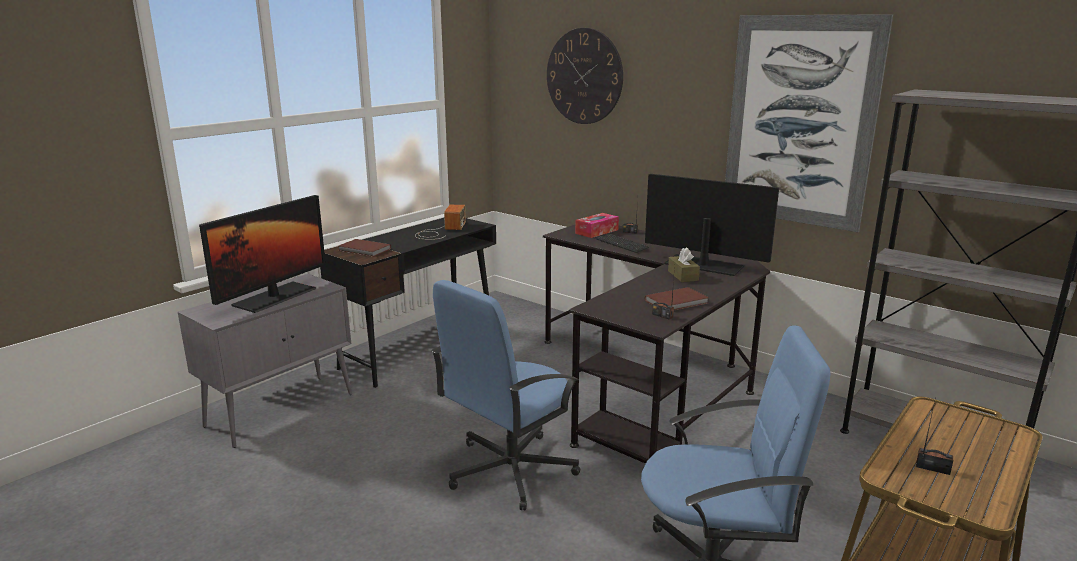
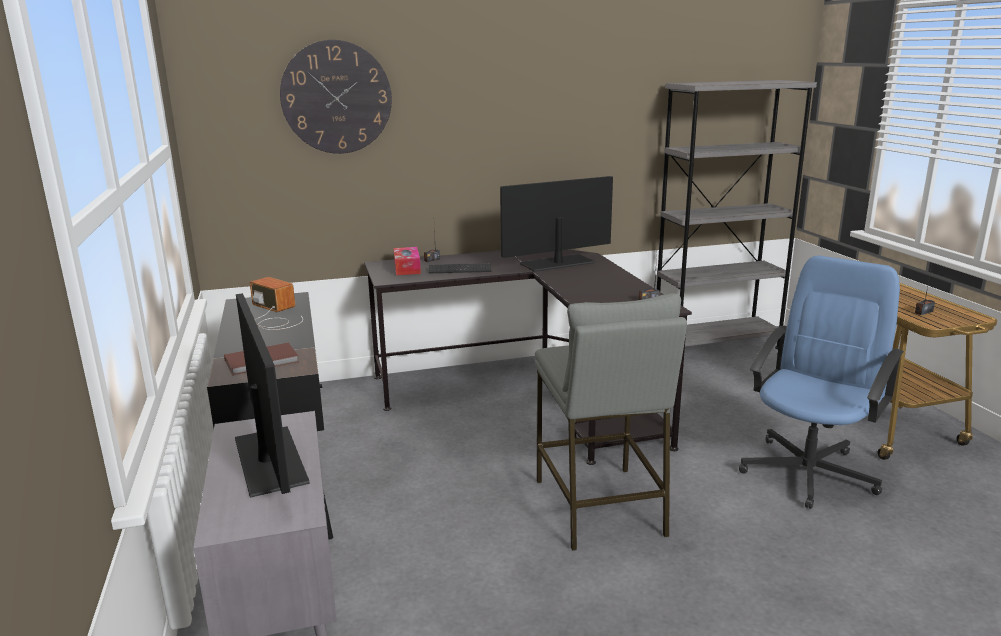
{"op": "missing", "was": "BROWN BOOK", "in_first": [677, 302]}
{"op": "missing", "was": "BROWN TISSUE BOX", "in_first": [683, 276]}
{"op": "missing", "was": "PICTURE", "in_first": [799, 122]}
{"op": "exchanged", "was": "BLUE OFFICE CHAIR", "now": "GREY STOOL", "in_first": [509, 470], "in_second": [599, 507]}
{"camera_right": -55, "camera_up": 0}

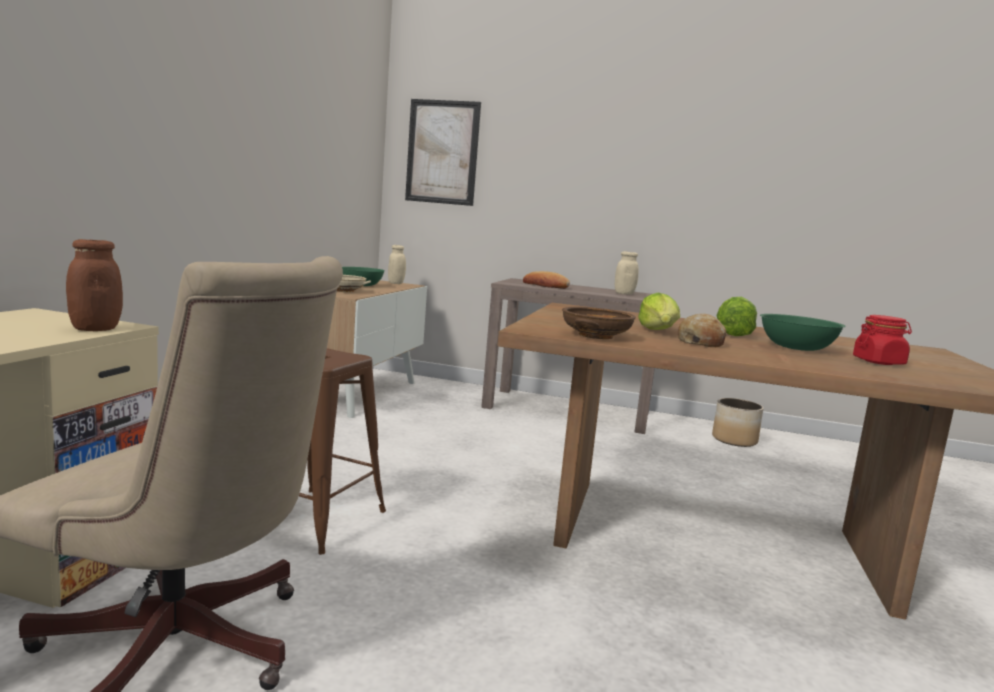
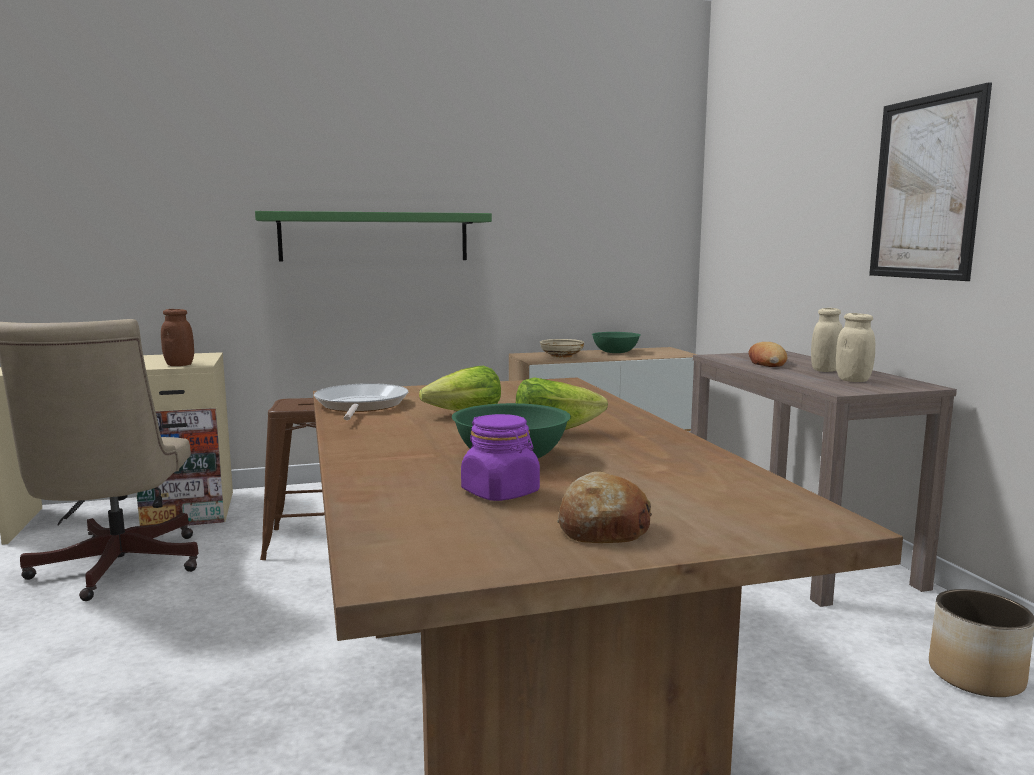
{"op": "appeared", "now": "GREEN SHELF", "in_second": [374, 237]}
{"op": "relocated", "was": "BEIGE JAR", "in_first": [396, 283], "in_second": [825, 370]}
{"op": "relocated", "was": "PICTURE", "in_first": [442, 152], "in_second": [926, 188]}
{"op": "relocated", "was": "BREAD", "in_first": [701, 342], "in_second": [602, 528]}
{"op": "exchanged", "was": "BROWN BOWL", "now": "FRYING PAN", "in_first": [596, 336], "in_second": [360, 406]}
{"op": "colour", "was": "RED JAR", "now": "PURPLE JAR", "in_first": [879, 362], "in_second": [501, 493]}
{"camera_right": 60, "camera_up": 0}

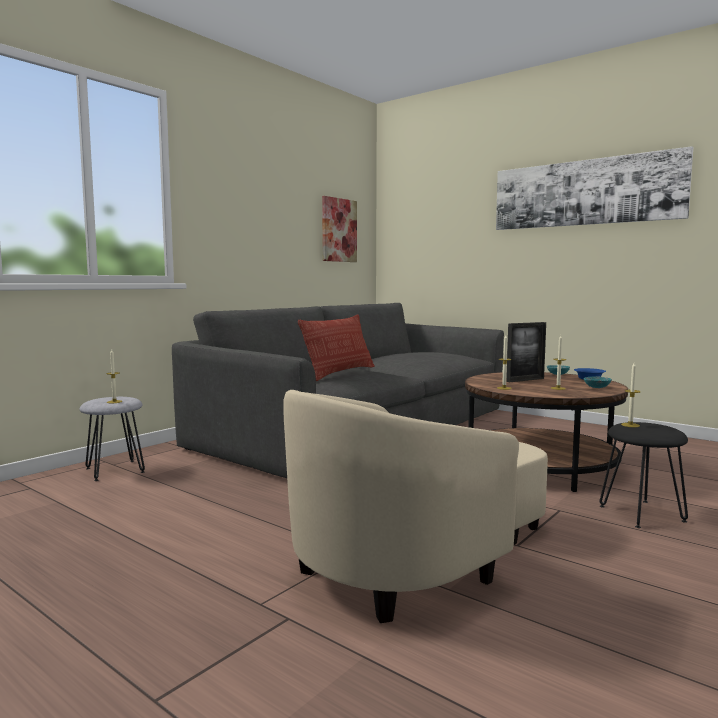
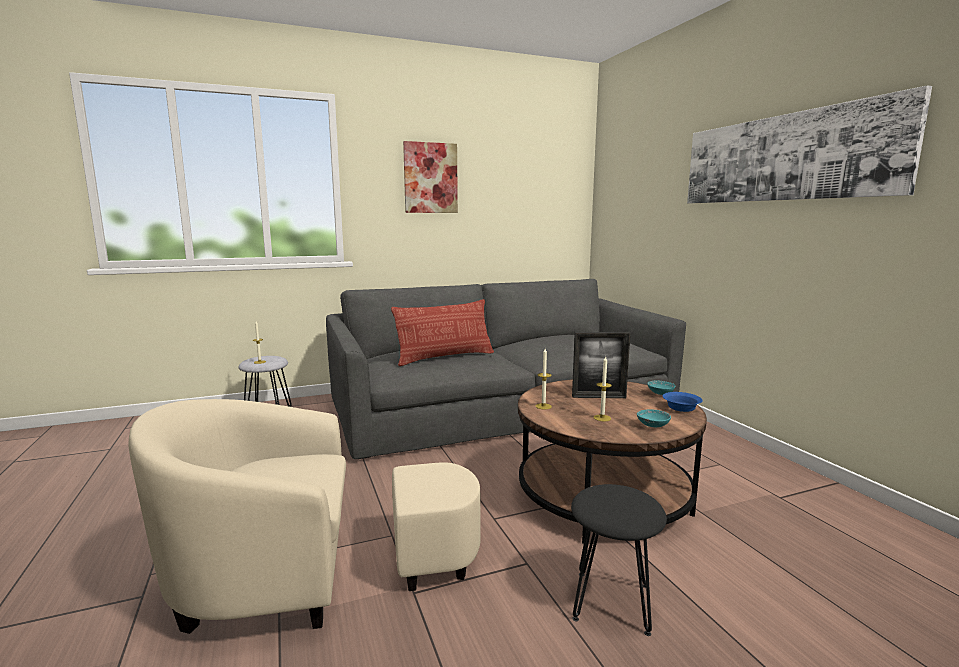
{"op": "missing", "was": "CANDLE", "in_first": [630, 425]}
{"op": "relocated", "was": "PICTURE", "in_first": [338, 230], "in_second": [430, 178]}
{"camera_right": 30, "camera_up": 5}

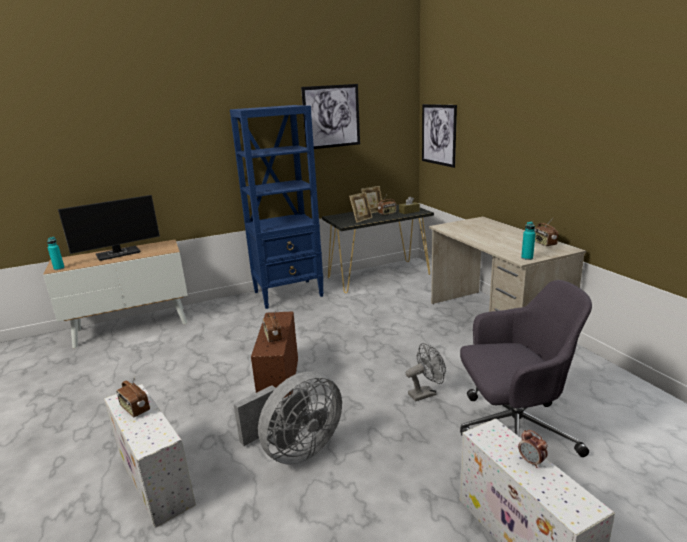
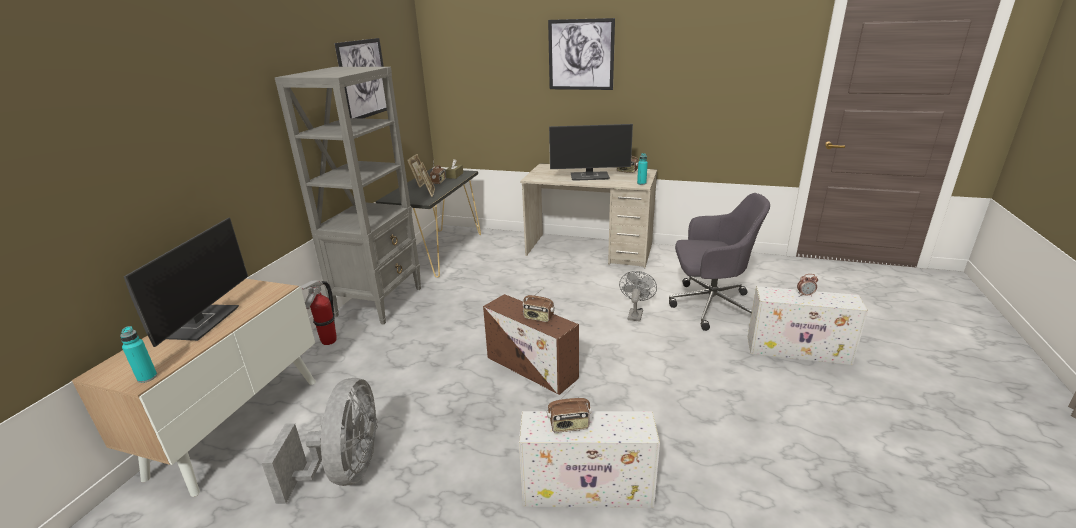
{"op": "appeared", "now": "FIRE EXTINGUISHER", "in_second": [328, 341]}
{"op": "appeared", "now": "MONITOR", "in_second": [590, 176]}
{"op": "relocated", "was": "GREY FAN", "in_first": [295, 450], "in_second": [345, 470]}
{"op": "relocated", "was": "PICTURE", "in_first": [438, 134], "in_second": [581, 55]}
{"op": "colour", "was": "BLUE BOOKCASE", "now": "GREY BOOKCASE", "in_first": [289, 294], "in_second": [380, 301]}
{"op": "spun", "was": "GREY OFFICE CHAIR", "in_first": [513, 430], "in_second": [709, 306], "clockwise": 60}
{"camera_right": -50, "camera_up": 5}

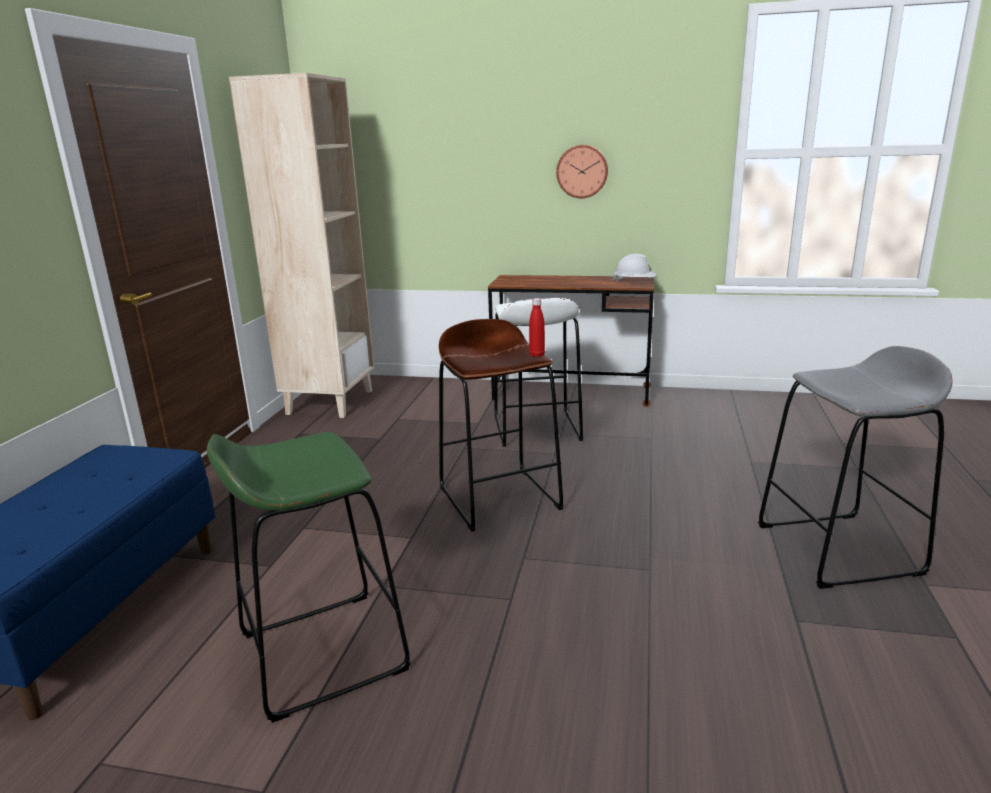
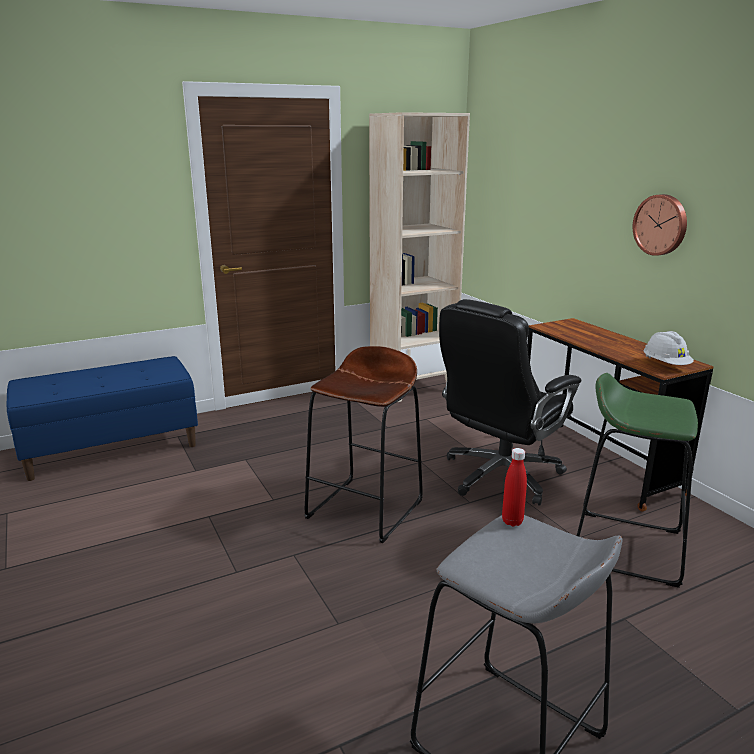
{"op": "relocated", "was": "GREEN STOOL", "in_first": [322, 652], "in_second": [627, 546]}
{"op": "relocated", "was": "RED BOTTLE", "in_first": [537, 355], "in_second": [512, 521]}
{"op": "exchanged", "was": "WHITE STOOL", "now": "BLACK OFFICE CHAIR", "in_first": [536, 428], "in_second": [500, 476]}
{"camera_right": 50, "camera_up": 0}

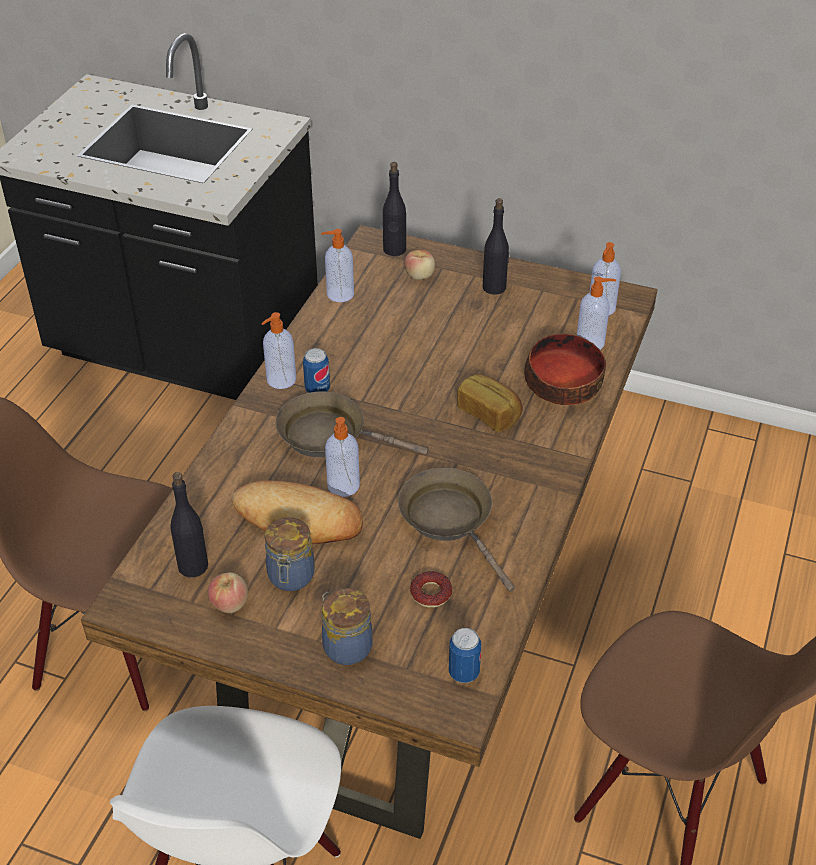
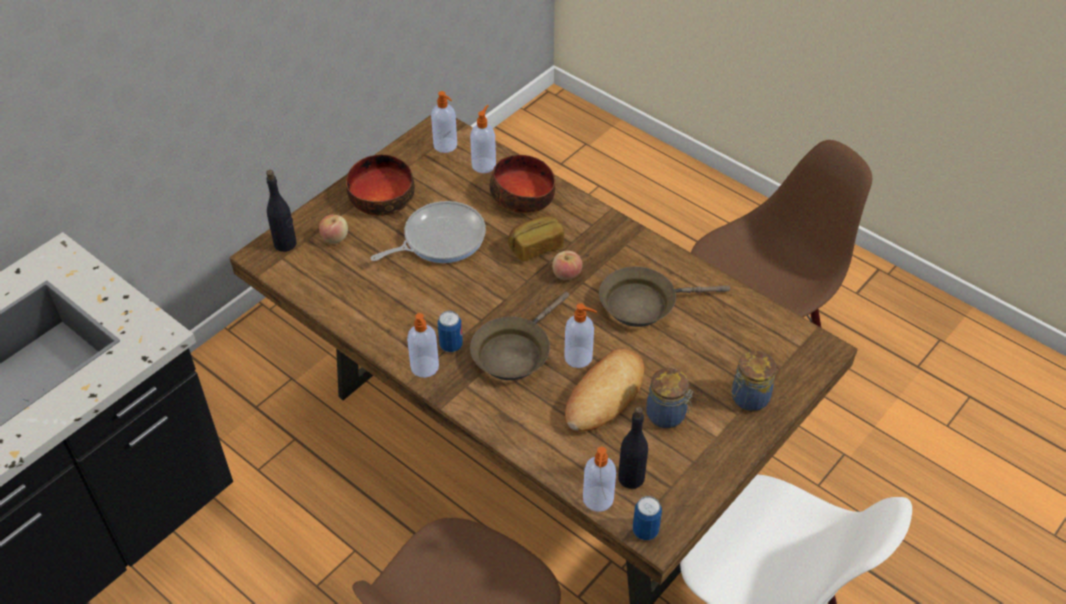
{"op": "missing", "was": "DONUT", "in_first": [431, 593]}
{"op": "appeared", "now": "FRYING PAN", "in_second": [440, 239]}
{"op": "relocated", "was": "APPLE", "in_first": [229, 604], "in_second": [566, 274]}
{"op": "relocated", "was": "SOAP DISPENSER", "in_first": [339, 294], "in_second": [598, 500]}
{"op": "relocated", "was": "CAN", "in_first": [464, 672], "in_second": [645, 530]}
{"op": "exchanged", "was": "BLACK BOTTLE", "now": "BOWL", "in_first": [494, 287], "in_second": [381, 197]}
{"camera_right": -70, "camera_up": 5}

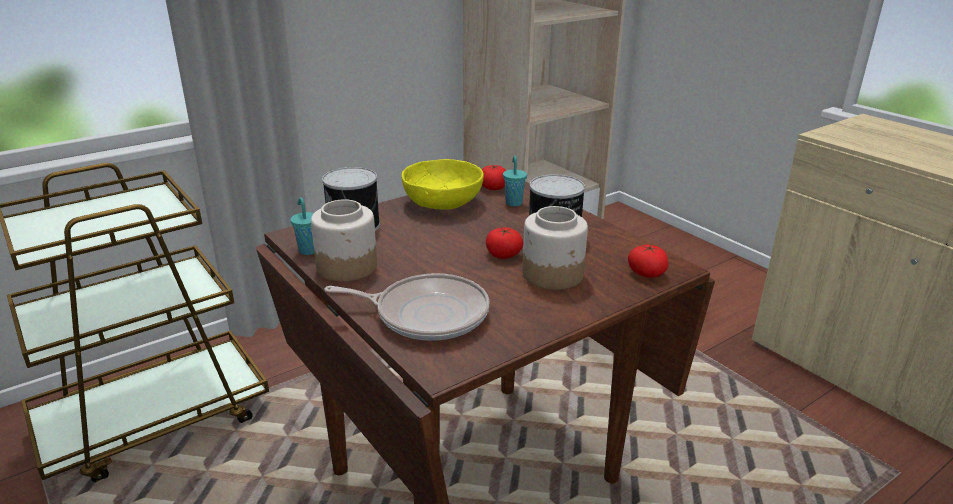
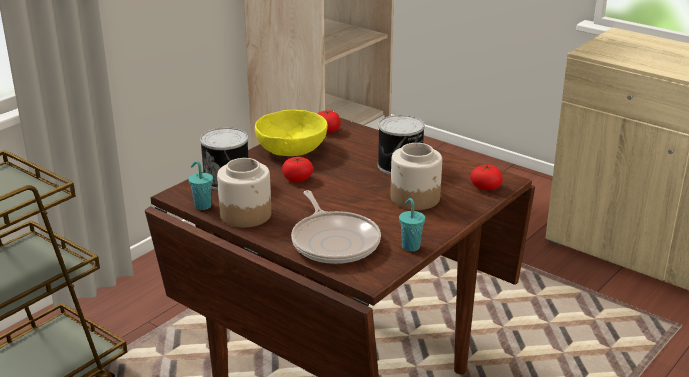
{"op": "relocated", "was": "TOMATO", "in_first": [503, 254], "in_second": [297, 179]}
{"op": "relocated", "was": "TURQUOISE CUP", "in_first": [513, 202], "in_second": [410, 246]}
{"op": "spun", "was": "FRYING PAN", "in_first": [426, 314], "in_second": [334, 242], "clockwise": 75}
{"camera_right": -15, "camera_up": 0}

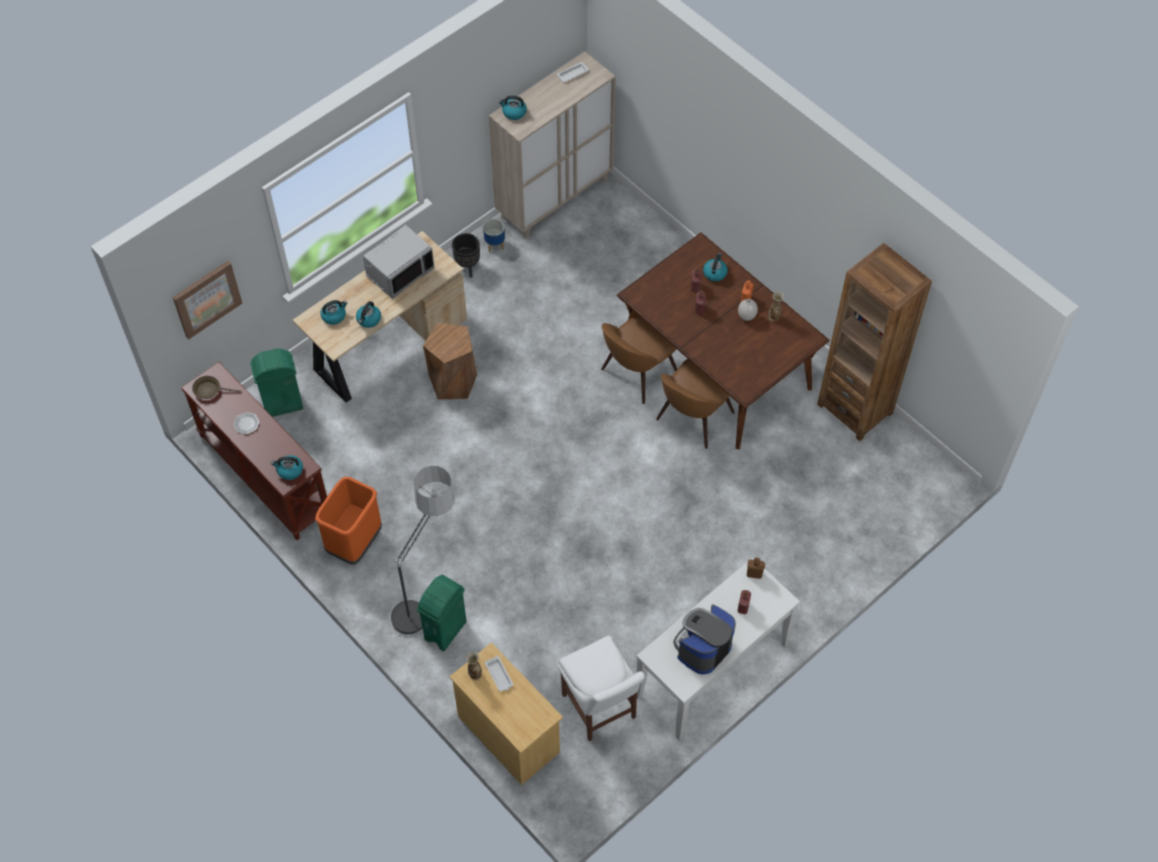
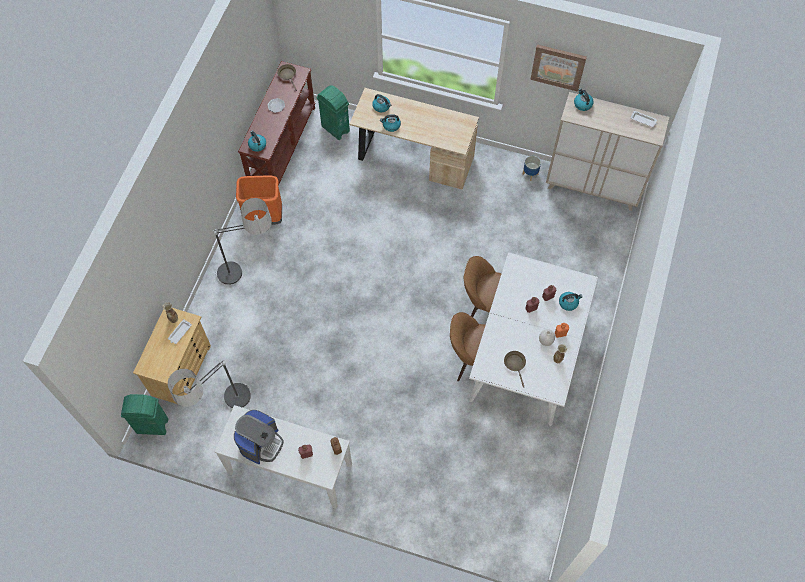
{"op": "missing", "was": "GREY MICROWAVE", "in_first": [400, 272]}
{"op": "missing", "was": "BROWN STOOL", "in_first": [453, 381]}
{"op": "missing", "was": "BLACK PLANTER", "in_first": [468, 268]}
{"op": "missing", "was": "BROWN BOOKCASE", "in_first": [855, 408]}
{"op": "appeared", "now": "BROWN FRYING PAN", "in_second": [515, 364]}
{"op": "relocated", "was": "PICTURE", "in_first": [206, 298], "in_second": [558, 67]}
{"op": "relocated", "was": "GREEN TRASH CAN", "in_first": [446, 630], "in_second": [153, 426]}
{"op": "exchanged", "was": "WHITE CHAIR", "now": "FLOOR LAMP", "in_first": [600, 709], "in_second": [225, 414]}
{"op": "colour", "was": "BROWN DINING TABLE", "now": "WHITE DINING TABLE", "in_first": [715, 366], "in_second": [526, 353]}
{"op": "spun", "was": "COFFEE MACHINE", "in_first": [702, 648], "in_second": [261, 443], "clockwise": 105}
{"camera_right": 60, "camera_up": 5}

